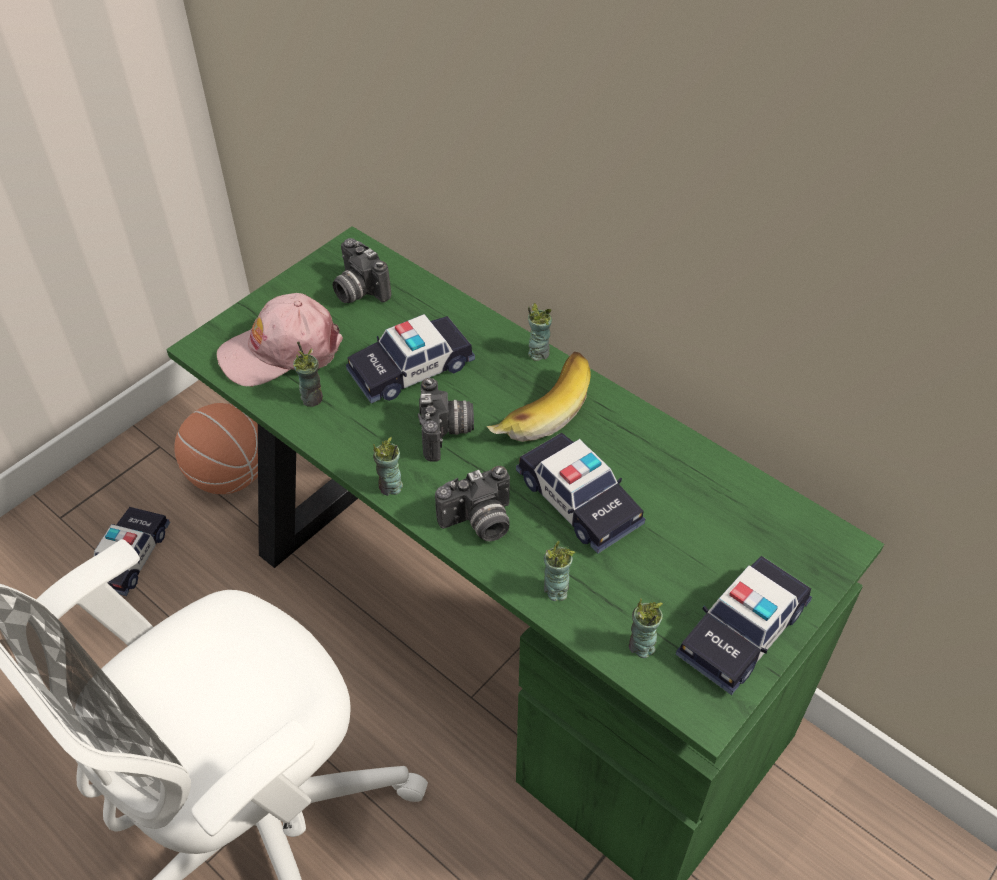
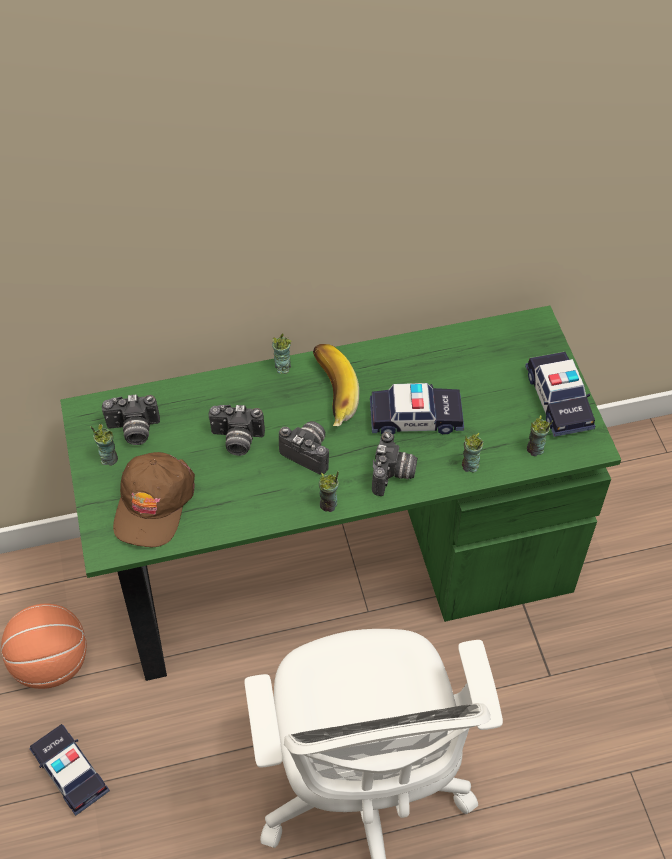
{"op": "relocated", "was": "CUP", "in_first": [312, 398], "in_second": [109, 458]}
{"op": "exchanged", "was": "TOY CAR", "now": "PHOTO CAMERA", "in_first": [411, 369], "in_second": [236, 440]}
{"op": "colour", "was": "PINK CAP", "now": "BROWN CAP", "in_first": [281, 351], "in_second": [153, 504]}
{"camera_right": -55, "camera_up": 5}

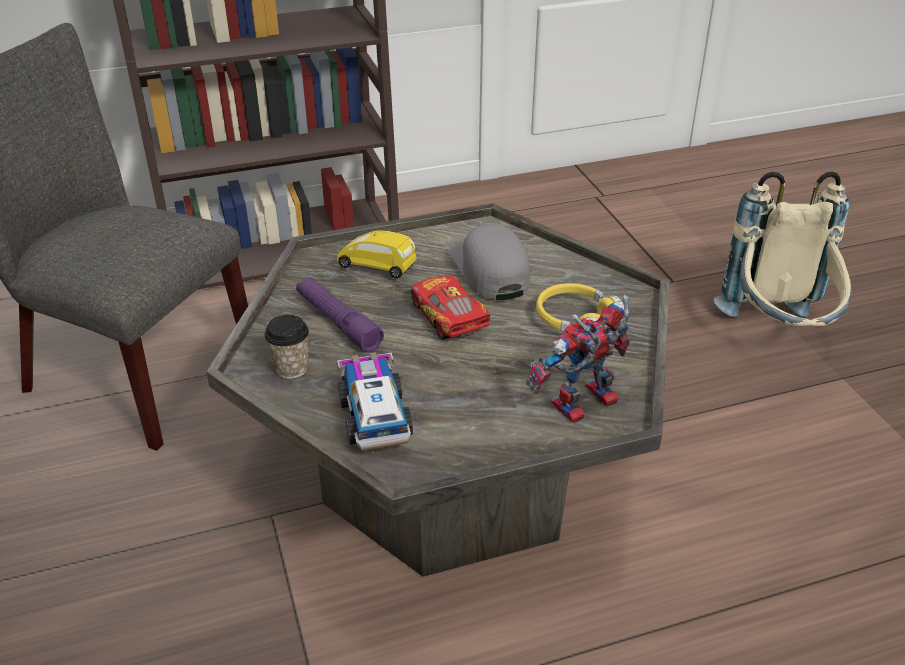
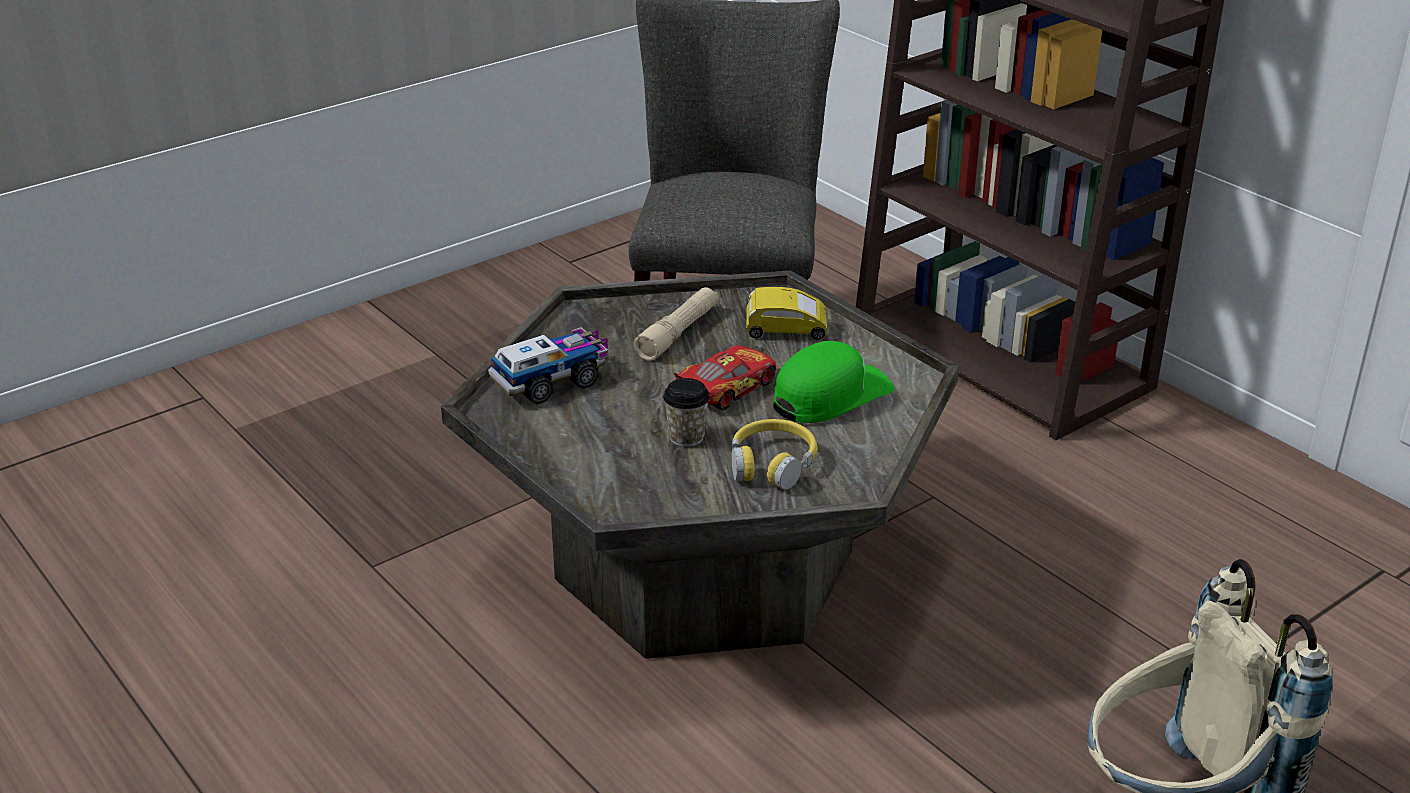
{"op": "missing", "was": "TOY ROBOT", "in_first": [582, 408]}
{"op": "relocated", "was": "CUP", "in_first": [291, 368], "in_second": [686, 437]}
{"op": "colour", "was": "PURPLE FLASHLIGHT", "now": "BEIGE FLASHLIGHT", "in_first": [338, 322], "in_second": [678, 333]}
{"op": "colour", "was": "GREY CAP", "now": "GREEN CAP", "in_first": [489, 270], "in_second": [830, 395]}
{"op": "spun", "was": "YELLOW TOY CAR", "in_first": [378, 267], "in_second": [786, 332], "clockwise": 90}
{"camera_right": 70, "camera_up": -5}

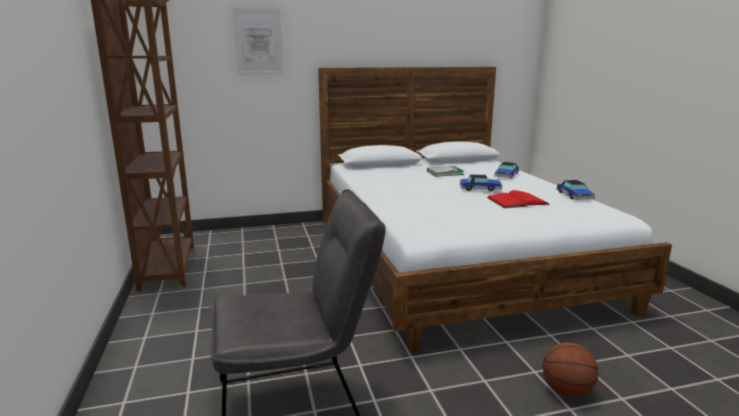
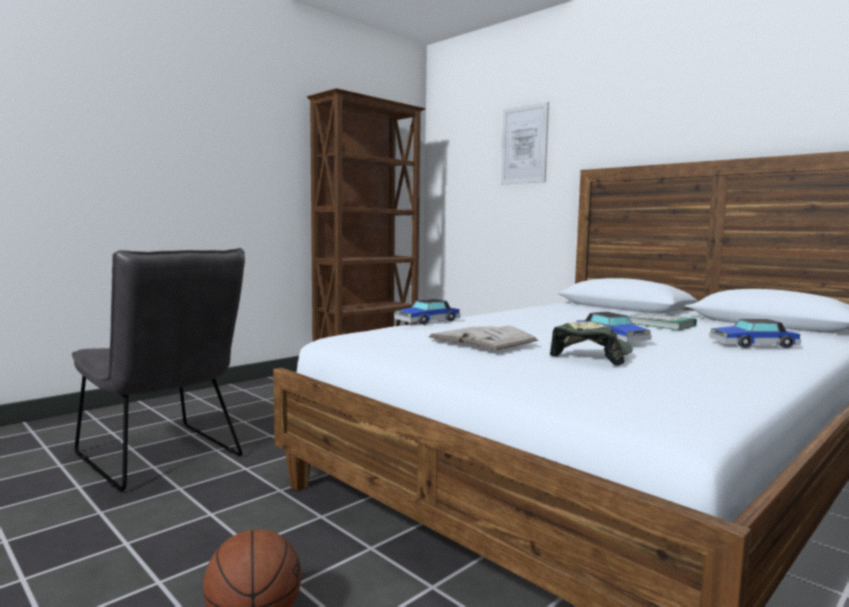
{"op": "appeared", "now": "WHITE BOOK", "in_second": [482, 339]}
{"op": "relocated", "was": "TOY CAR", "in_first": [574, 196], "in_second": [427, 321]}
{"op": "exchanged", "was": "RED BOOK", "now": "CAP", "in_first": [517, 201], "in_second": [592, 356]}
{"camera_right": 60, "camera_up": -10}

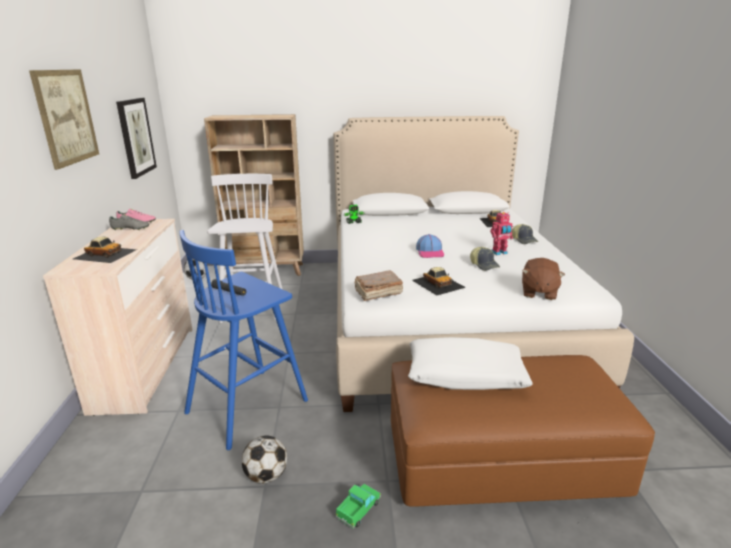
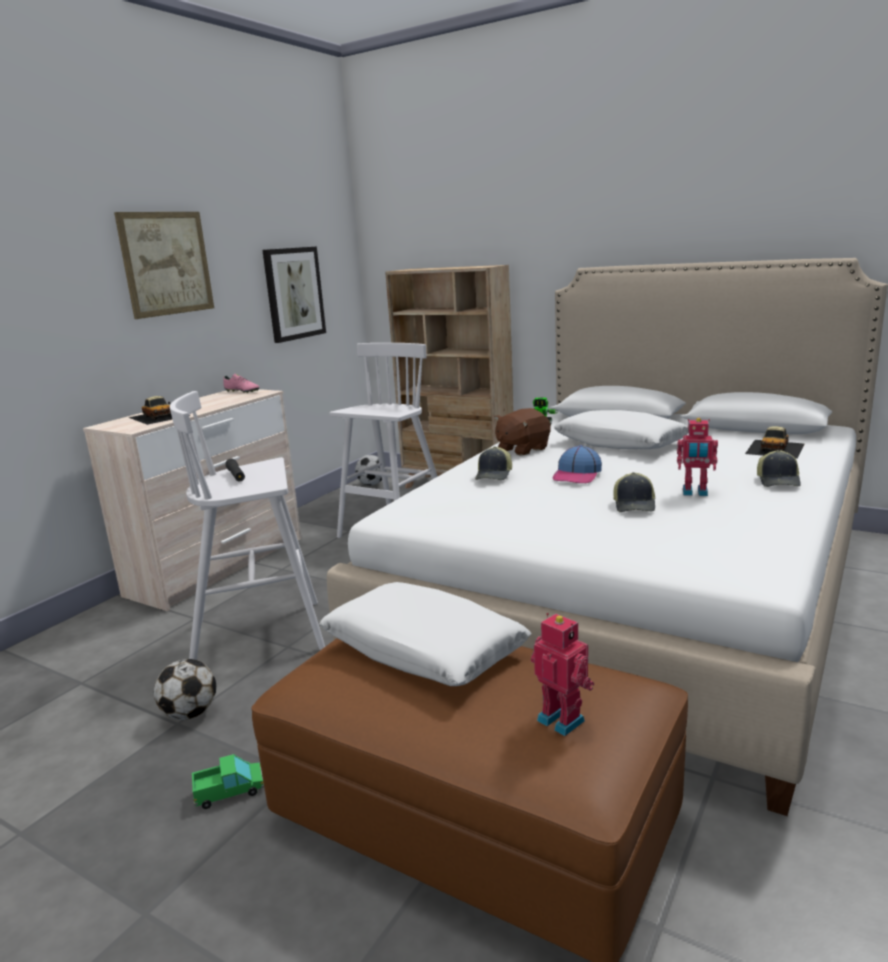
{"op": "missing", "was": "GREY SHOE", "in_first": [130, 229]}
{"op": "missing", "was": "BROWN BOOK", "in_first": [377, 293]}
{"op": "missing", "was": "TOY CAR", "in_first": [438, 283]}
{"op": "appeared", "now": "CAP", "in_second": [494, 475]}
{"op": "appeared", "now": "TOY ROBOT", "in_second": [563, 719]}
{"op": "appeared", "now": "WHITE PILLOW", "in_second": [620, 443]}
{"op": "relocated", "was": "BROWN PLUSH TOY", "in_first": [538, 292], "in_second": [522, 449]}
{"op": "colour", "was": "BLUE STOOL", "now": "WHITE STOOL", "in_first": [249, 405], "in_second": [261, 635]}
{"camera_right": 35, "camera_up": -5}

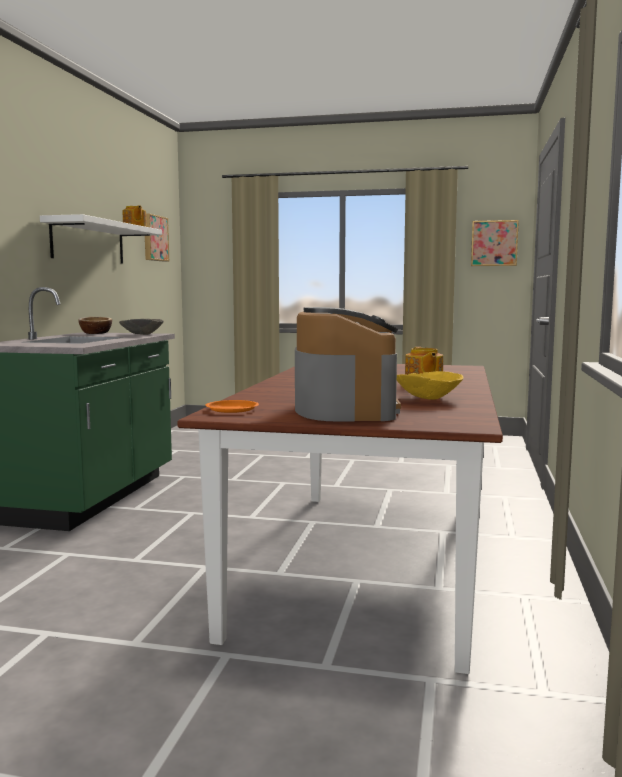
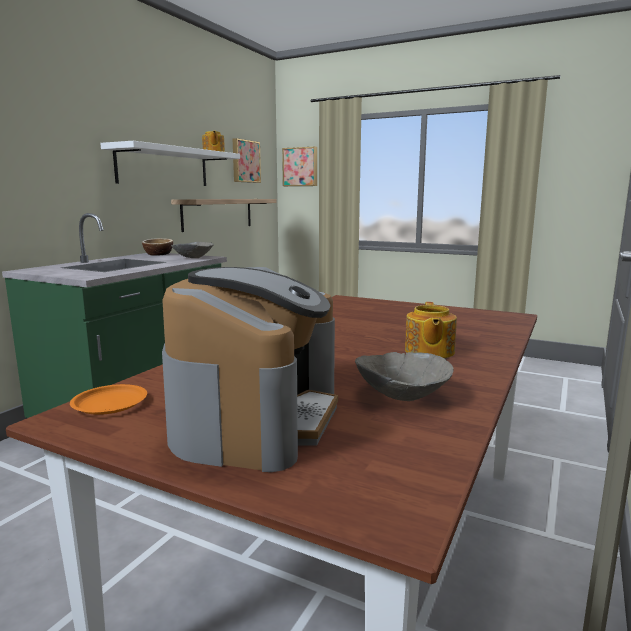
{"op": "appeared", "now": "SHELF", "in_second": [218, 214]}
{"op": "relocated", "was": "PICTURE", "in_first": [494, 243], "in_second": [300, 167]}
{"op": "colour", "was": "YELLOW BOWL", "now": "GREY BOWL", "in_first": [427, 398], "in_second": [400, 396]}
{"camera_right": 15, "camera_up": 5}

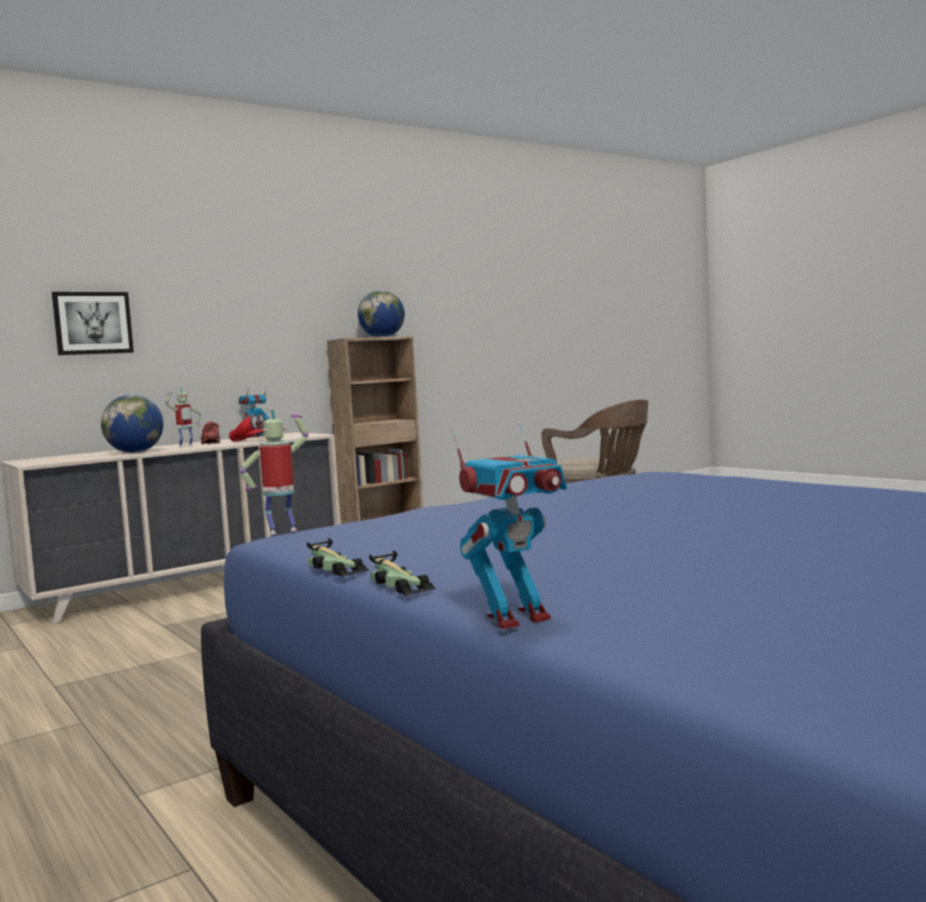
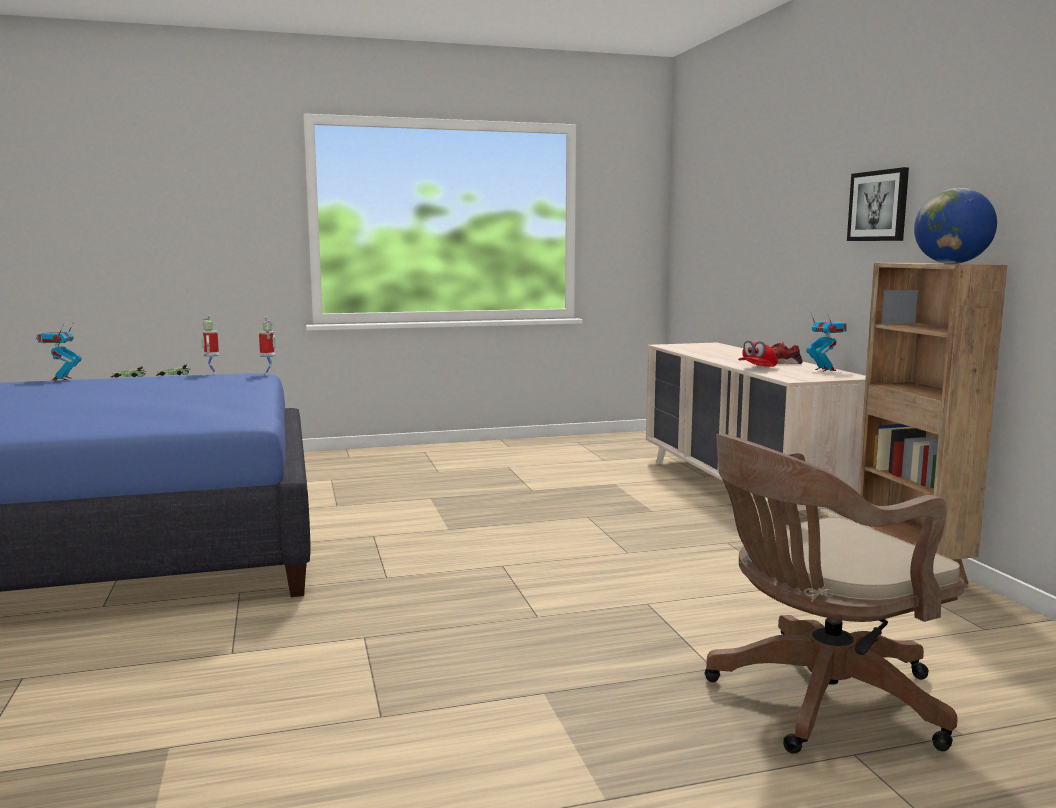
{"op": "missing", "was": "GLOBE", "in_first": [135, 452]}
{"op": "relocated", "was": "PICTURE", "in_first": [93, 323], "in_second": [879, 206]}
{"op": "relocated", "was": "TOY ROBOT", "in_first": [186, 447], "in_second": [212, 373]}
{"camera_right": 110, "camera_up": 5}

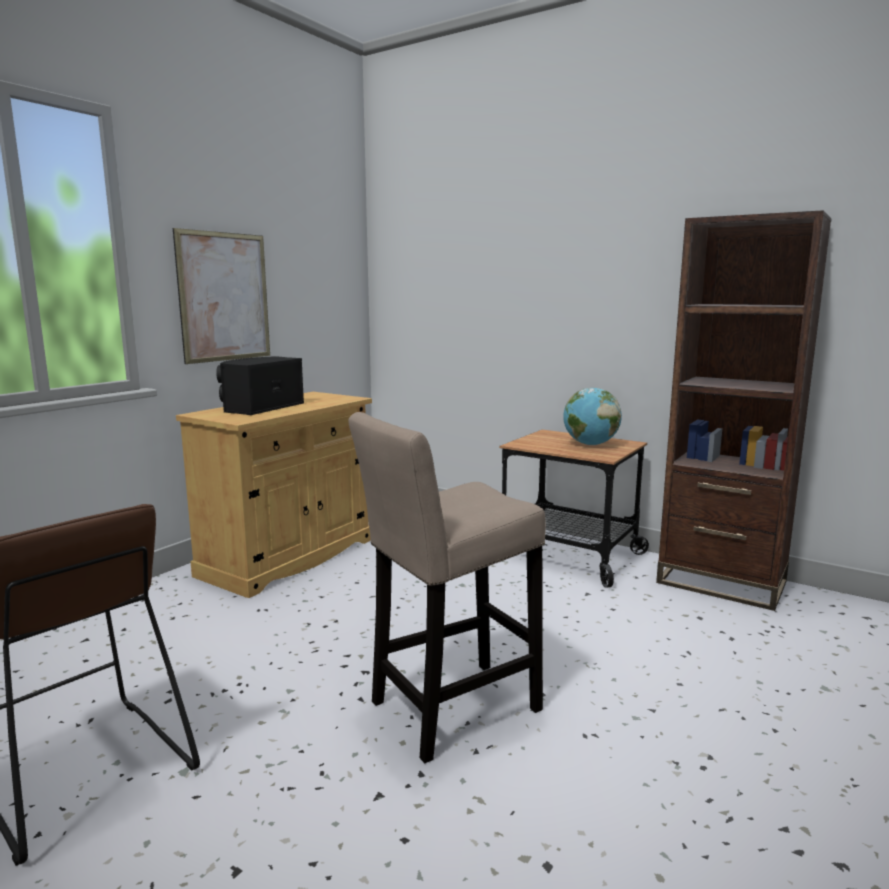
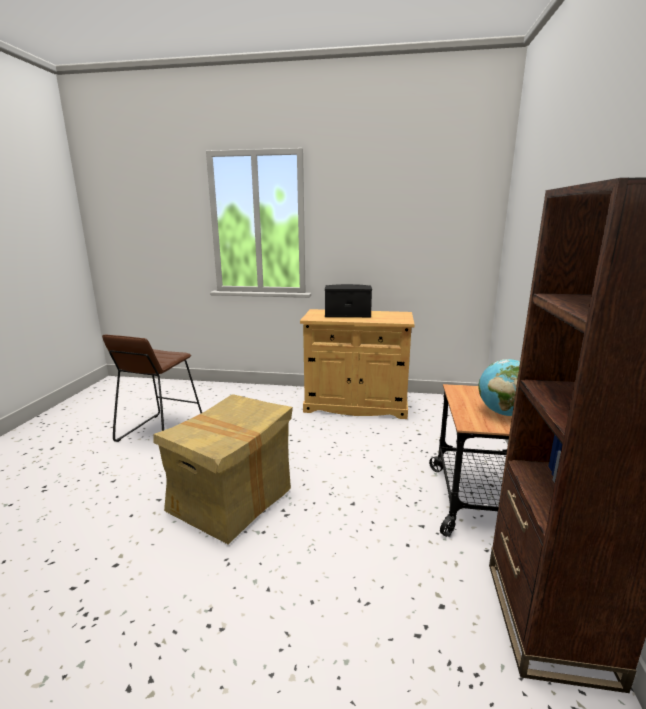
{"op": "missing", "was": "PICTURE", "in_first": [224, 297]}
{"op": "exchanged", "was": "BEIGE STOOL", "now": "CARDBOARD BOX", "in_first": [448, 710], "in_second": [231, 500]}
{"camera_right": 65, "camera_up": 5}

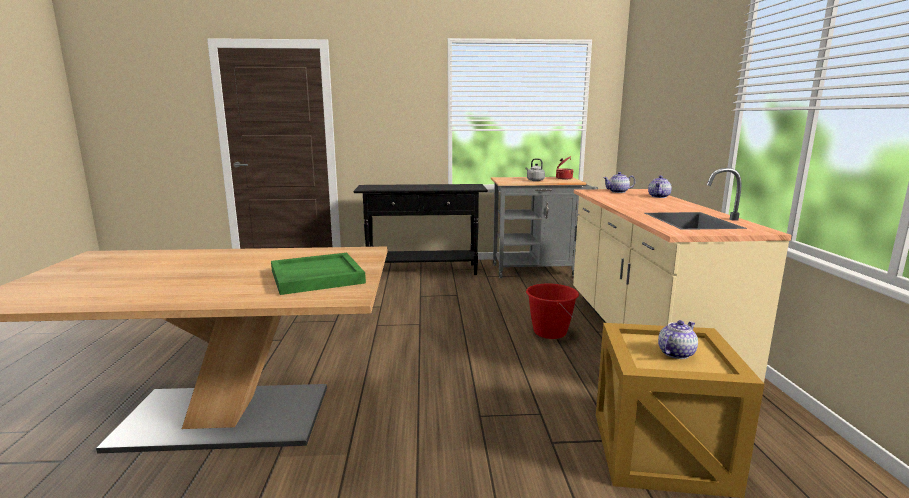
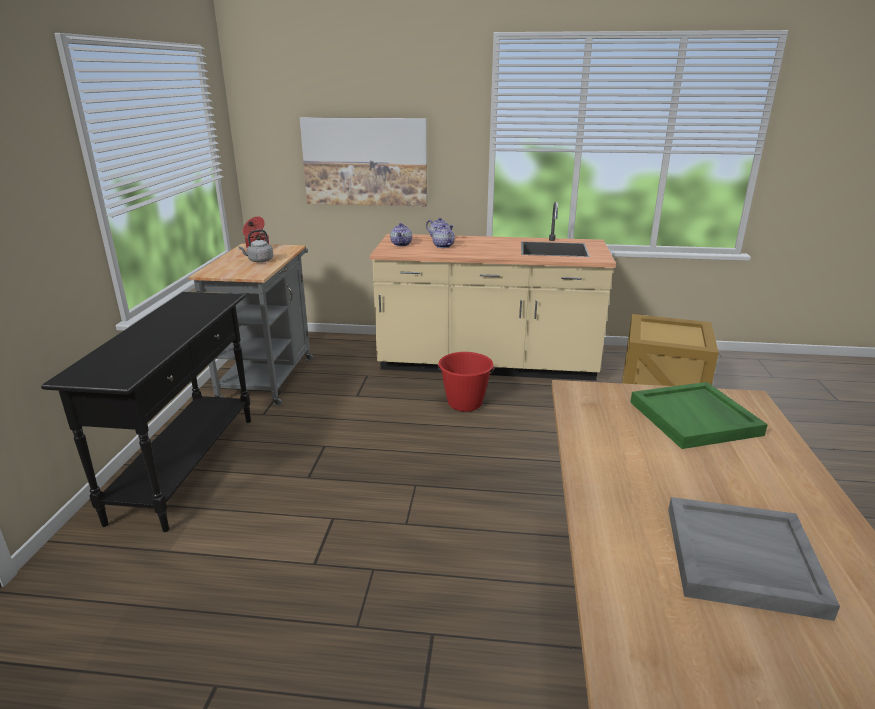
{"op": "appeared", "now": "PICTURE", "in_second": [365, 162]}
{"op": "appeared", "now": "GREY TRAY", "in_second": [740, 559]}
{"op": "relocated", "was": "TEAPOT", "in_first": [675, 353], "in_second": [443, 246]}
{"camera_right": -80, "camera_up": 10}

